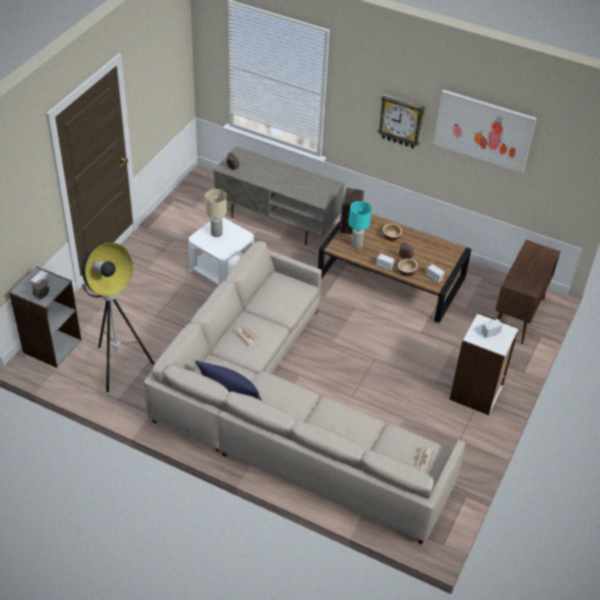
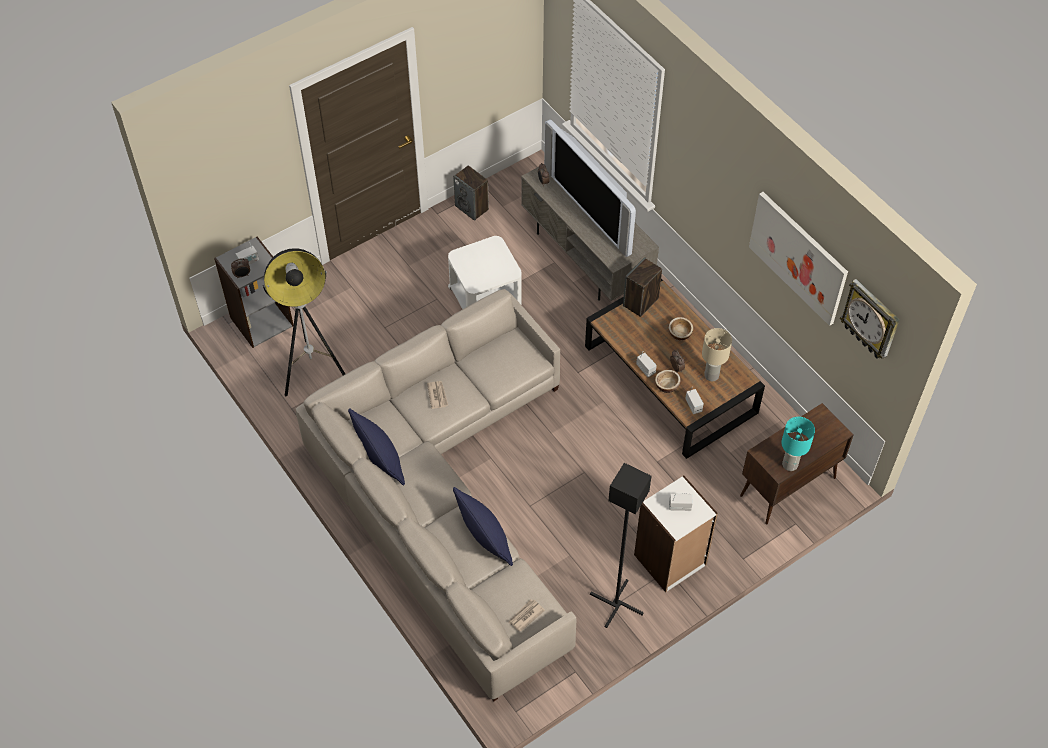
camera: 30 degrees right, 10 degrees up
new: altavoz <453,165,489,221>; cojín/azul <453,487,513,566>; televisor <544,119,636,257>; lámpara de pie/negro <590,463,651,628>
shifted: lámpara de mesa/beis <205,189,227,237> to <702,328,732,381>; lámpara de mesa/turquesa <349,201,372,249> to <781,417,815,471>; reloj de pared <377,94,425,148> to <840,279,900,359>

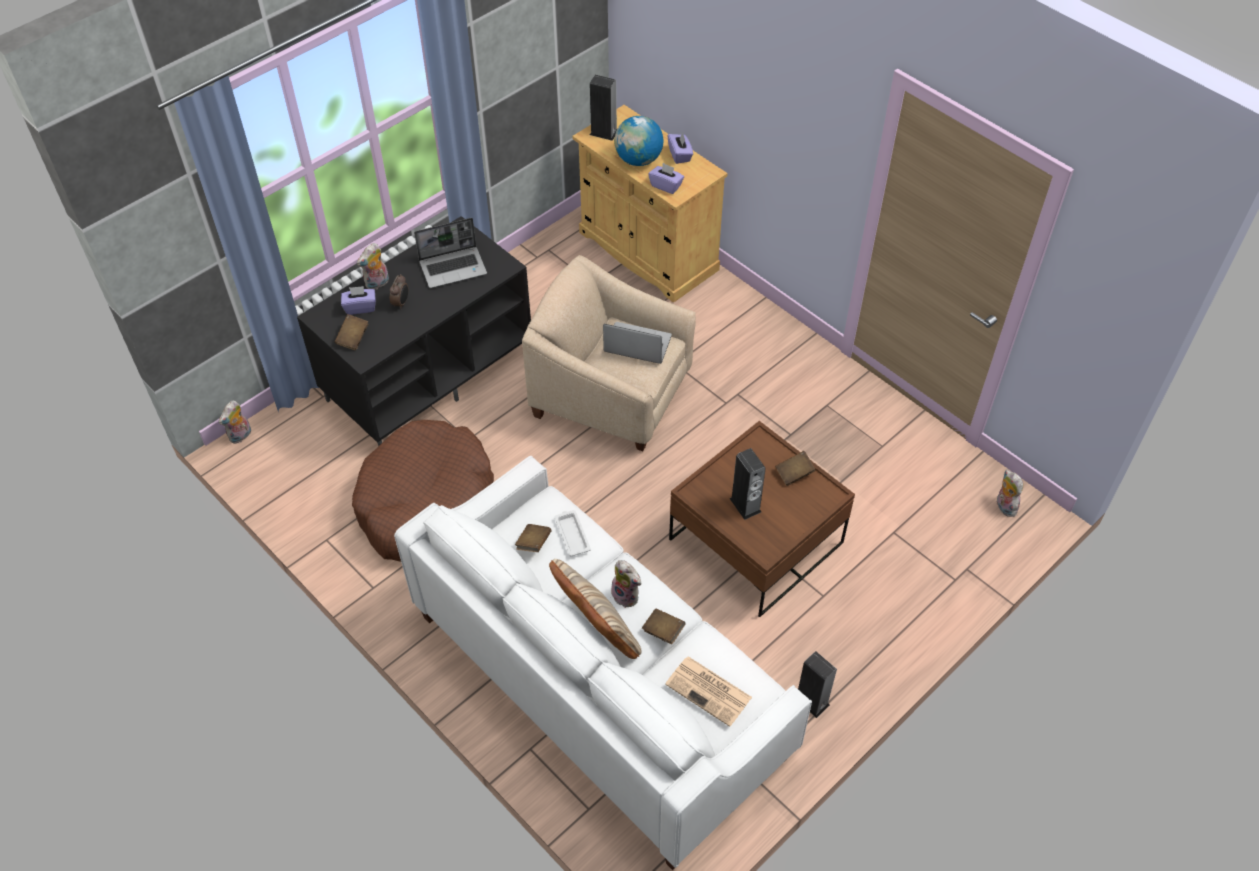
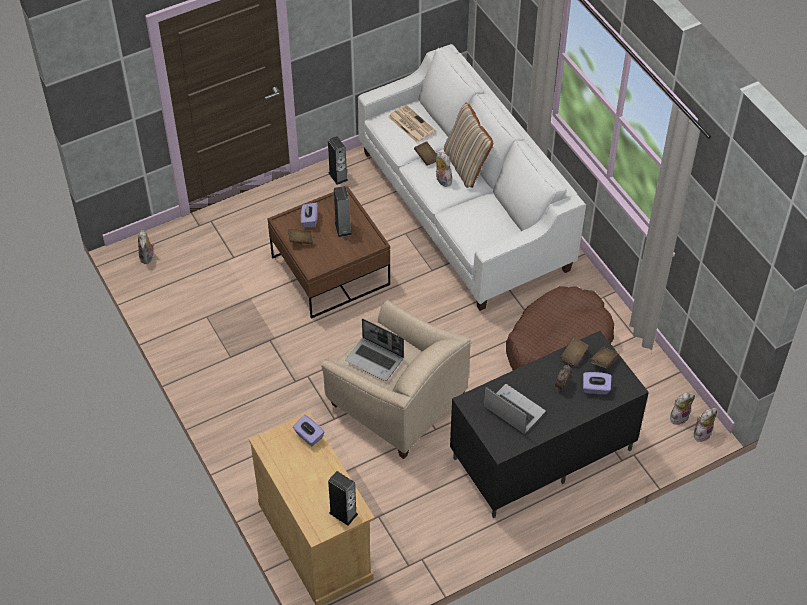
camera: 165 degrees left, 0 degrees up
gone: bandeja/blanco <555,510,591,556>; globo terráqueo <614,116,664,166>
shifted: peluche <357,243,389,290> to <670,393,695,425>; libro/marrón <515,524,551,552> to <560,337,589,367>; caja de pañuelos/morado <668,132,693,164> to <301,202,318,228>
rotated: portátil <414,218,487,288> = <484,384,546,434> 45 degrees clockwise

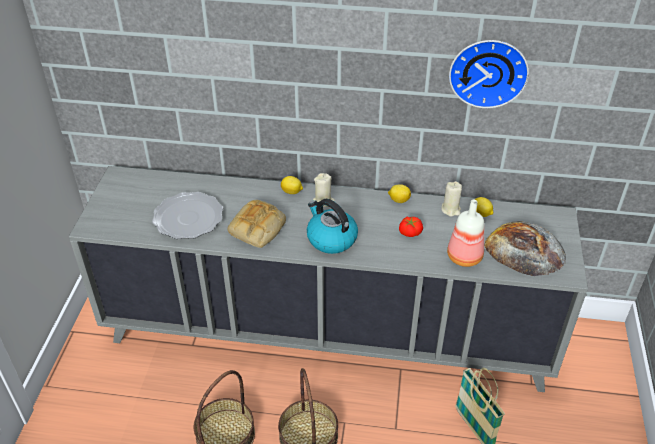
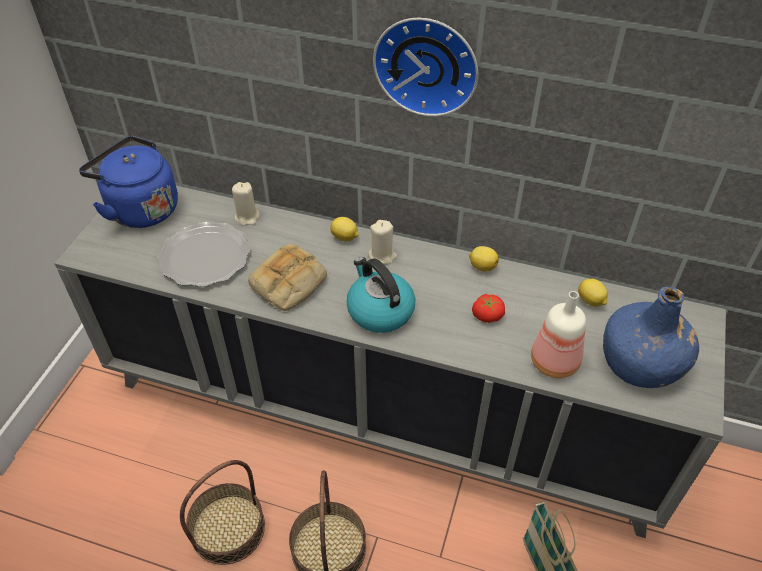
camera: 10 degrees right, 5 degrees up
new: hervidor/azul <79,136,178,228>
shifted: vela/beis <441,181,462,217> to <232,182,260,226>; reloj de pared <449,40,529,108> to <373,18,478,117>
swapped: pan <484,221,566,276> to botella/azul <603,287,699,388>

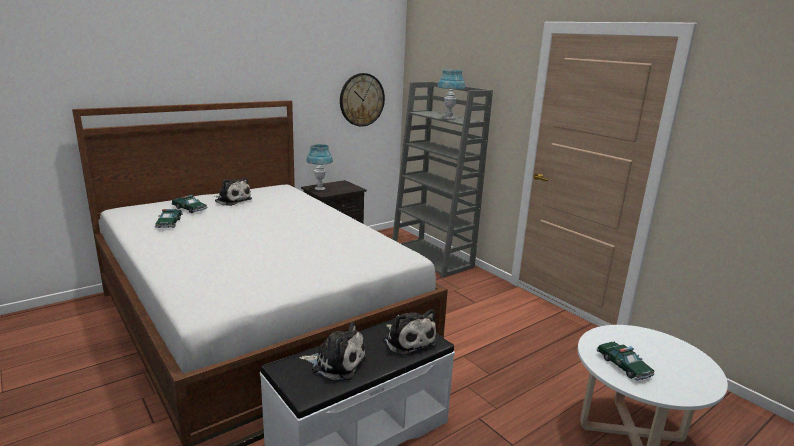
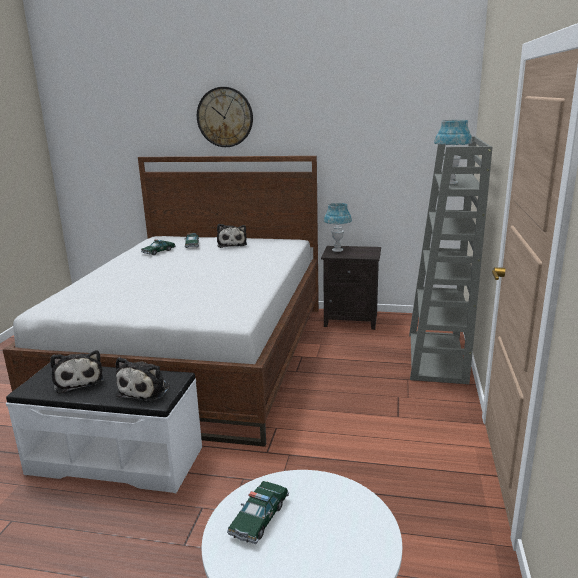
camera: 50 degrees right, 0 degrees up
shifted: reloj de pared <340,73,385,127> to <197,87,253,147>

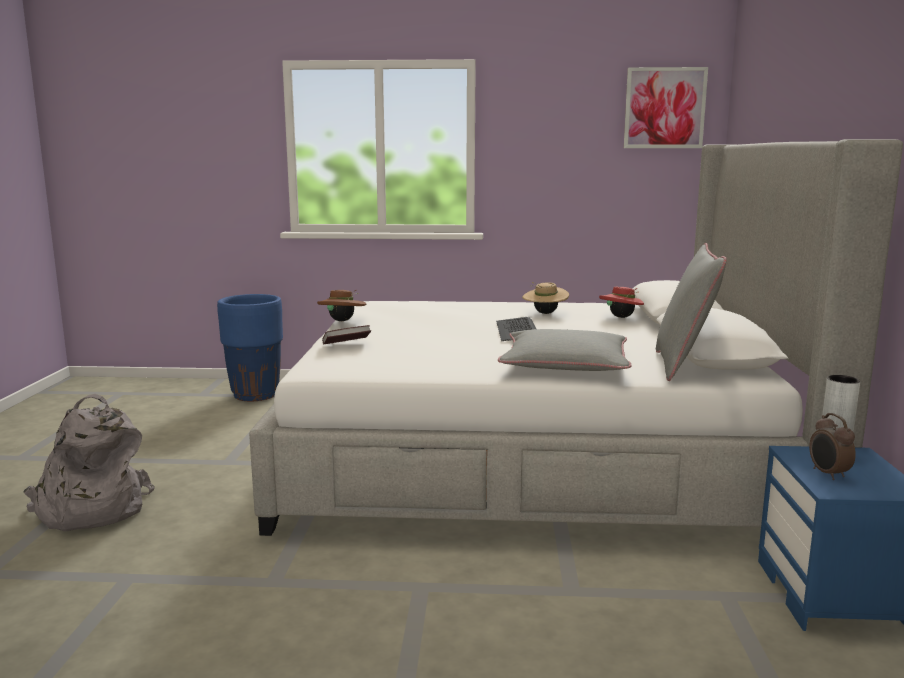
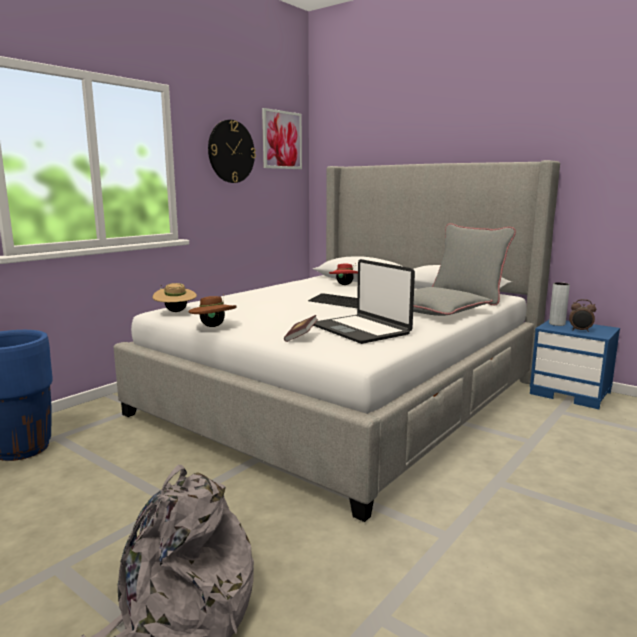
camera: 55 degrees left, 0 degrees up
new: reloj de pared <208,120,256,183>; portátil <313,259,415,344>
shifted: sombrero/beis <522,282,569,314> to <153,283,197,312>

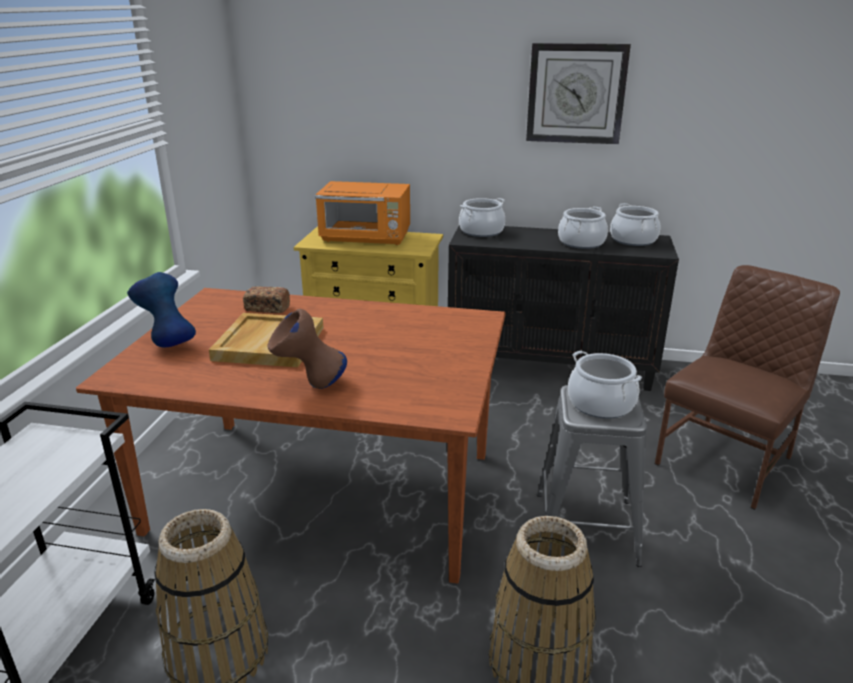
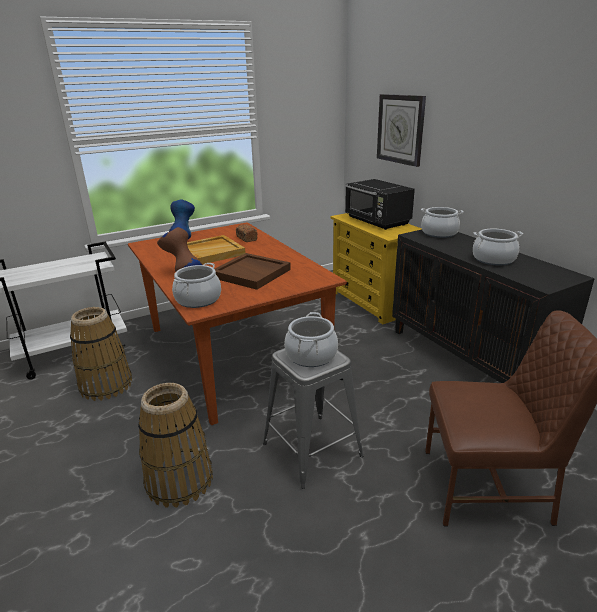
camera: 50 degrees right, 0 degrees up
new: bandeja/marrón <215,253,291,290>
shifted: reloj de pared <526,43,631,144> to <377,94,426,167>; olla <610,203,660,246> to <172,263,221,308>
repainted: microondas/naranja <315,181,410,245> to microondas/negro <345,179,415,230>

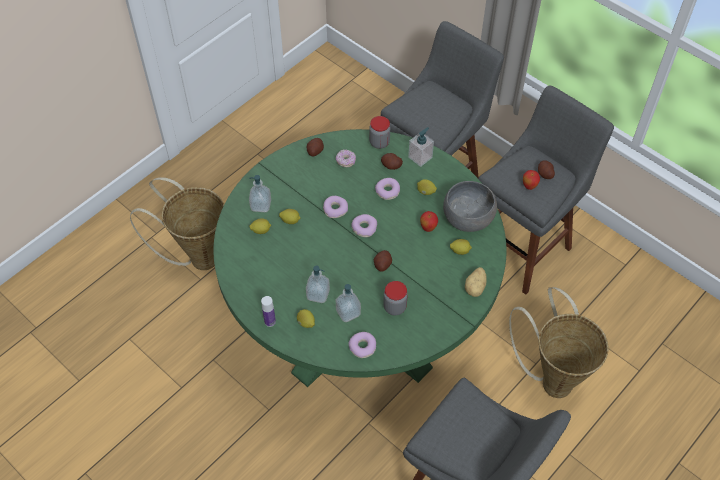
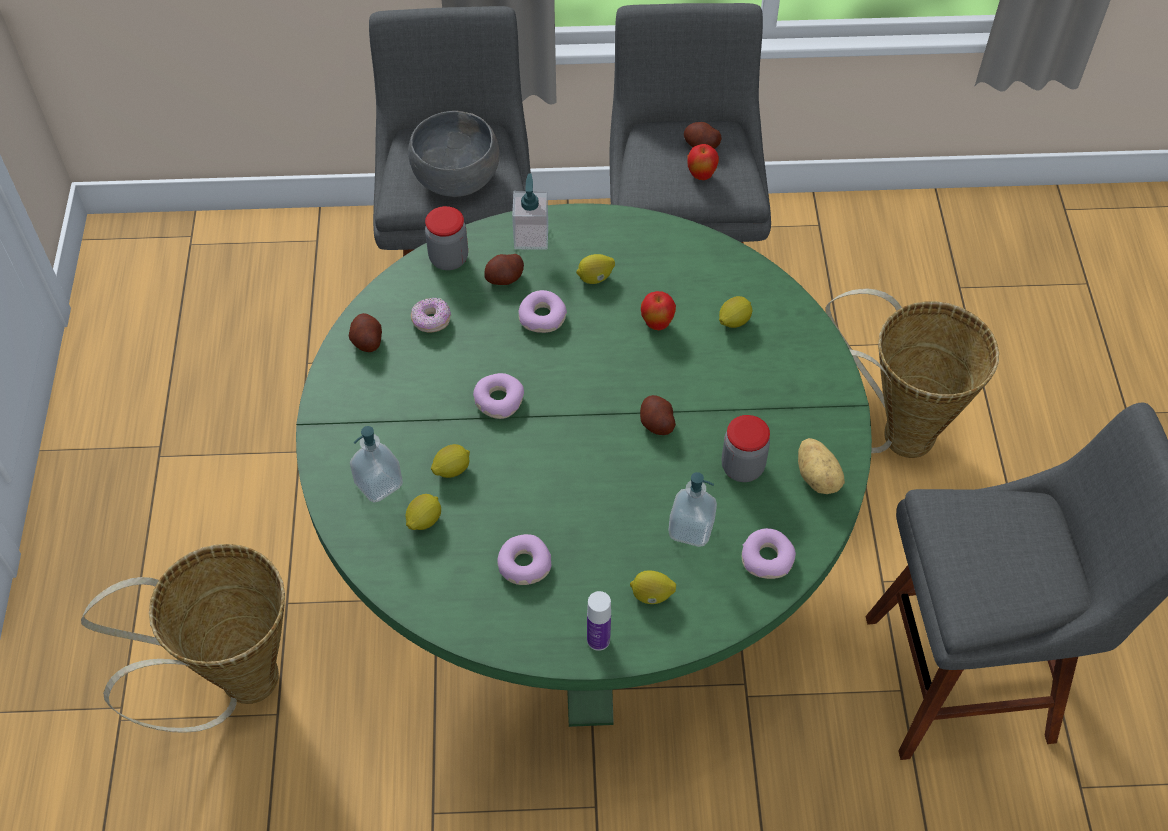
camera: 45 degrees left, 0 degrees up
gone: dispensador de jabón <306,266,330,303>
shifted: rosquilla <351,214,377,237> to <497,534,552,585>; cuenco/gris <443,181,497,232> to <408,111,499,197>; patata <465,267,487,297> to <798,438,845,494>

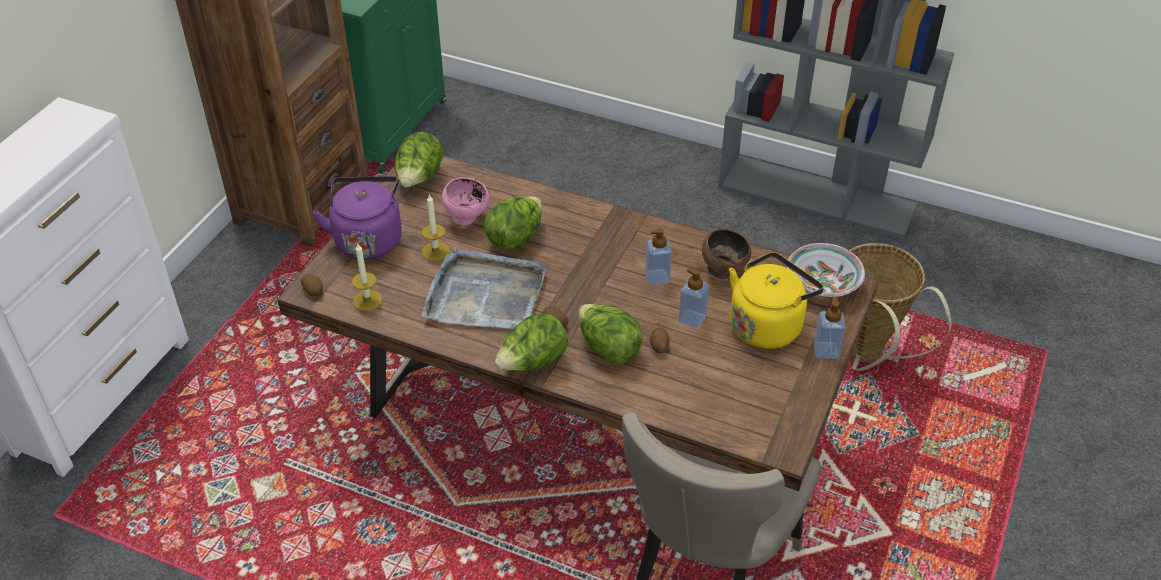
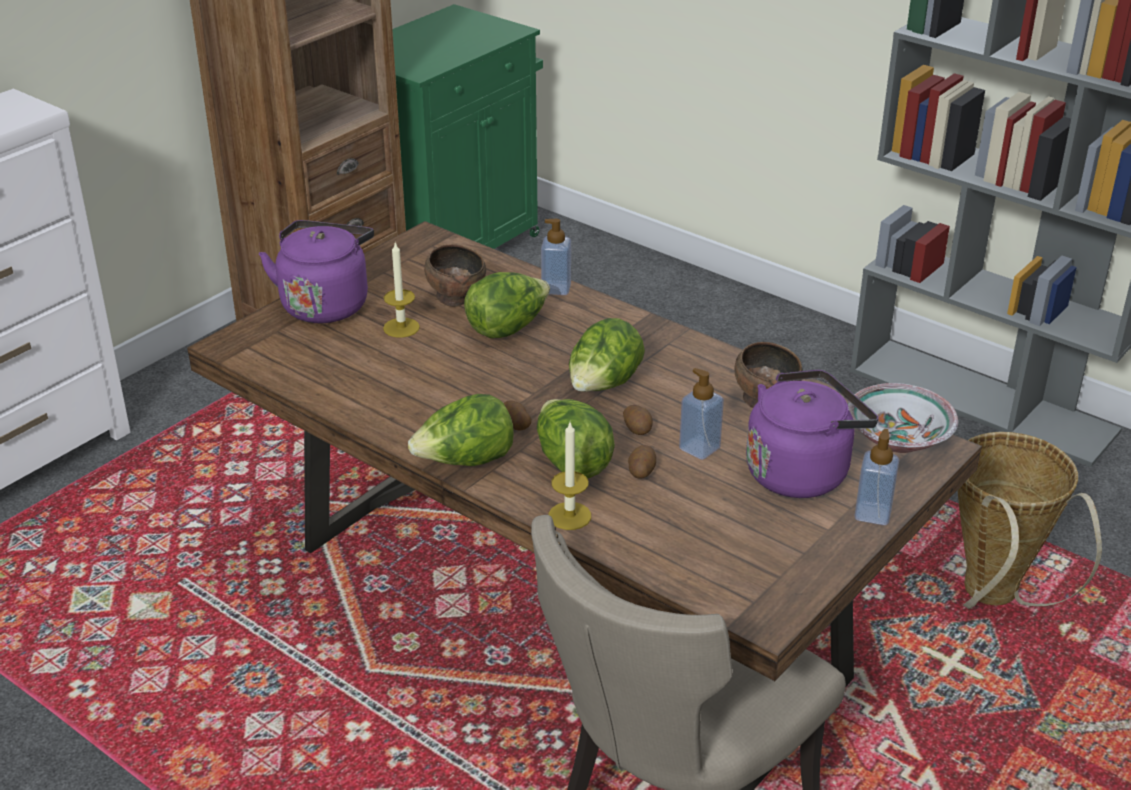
camera: 15 degrees right, 10 degrees down
gone: bandeja/gris <422,249,546,329>
shifted: patata <301,274,323,296> to <623,405,653,435>; vela <351,244,382,311> to <549,422,591,530>; lechuga <394,132,444,187> to <569,318,645,392>; dispensador de jabón <645,228,672,285> to <541,219,571,295>
repainted: cuenco/rosa <442,177,489,225> to cuenco/marrón <424,244,486,307>; hervidor/amarillo <729,252,824,349> to hervidor/morado <746,370,878,498>

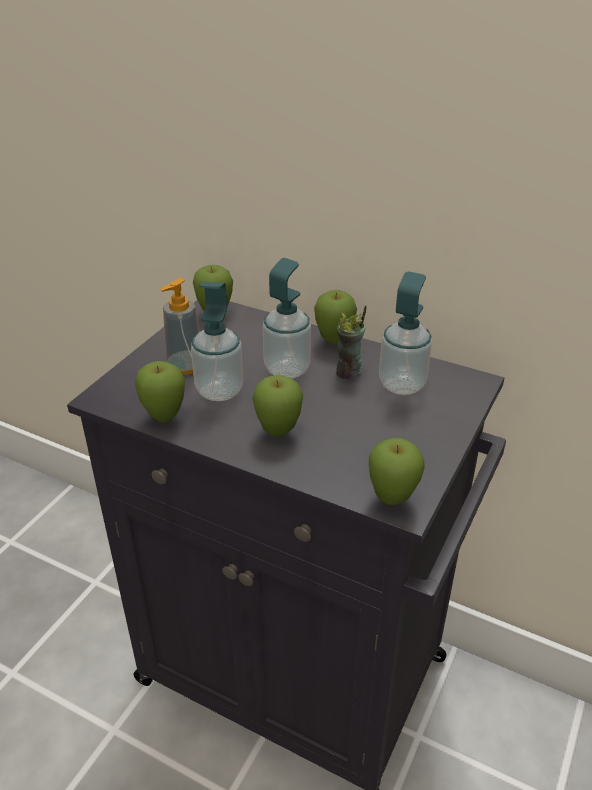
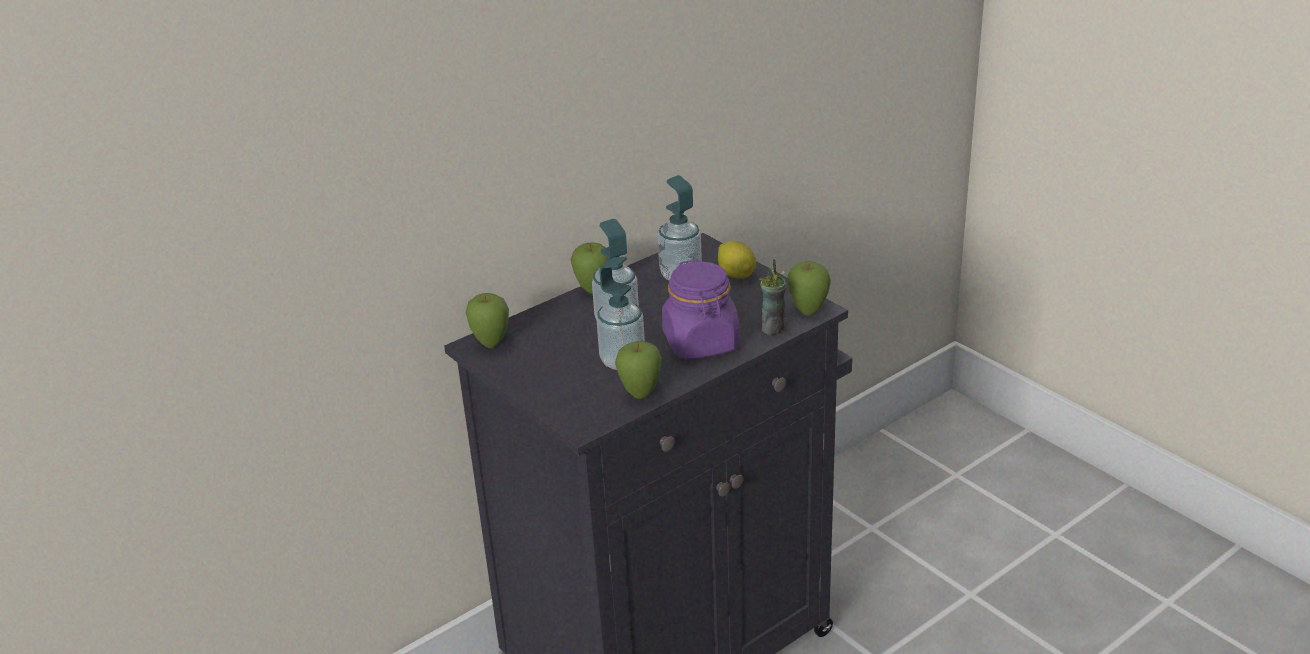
camera: 65 degrees left, 5 degrees down
gone: dispensador de jabón <161,278,199,375>
new: limón <718,241,756,279>
shifted: taza <336,305,367,380> to <759,259,787,335>
swapped: manzana <253,375,303,437> to tarro/morado <662,259,740,359>

